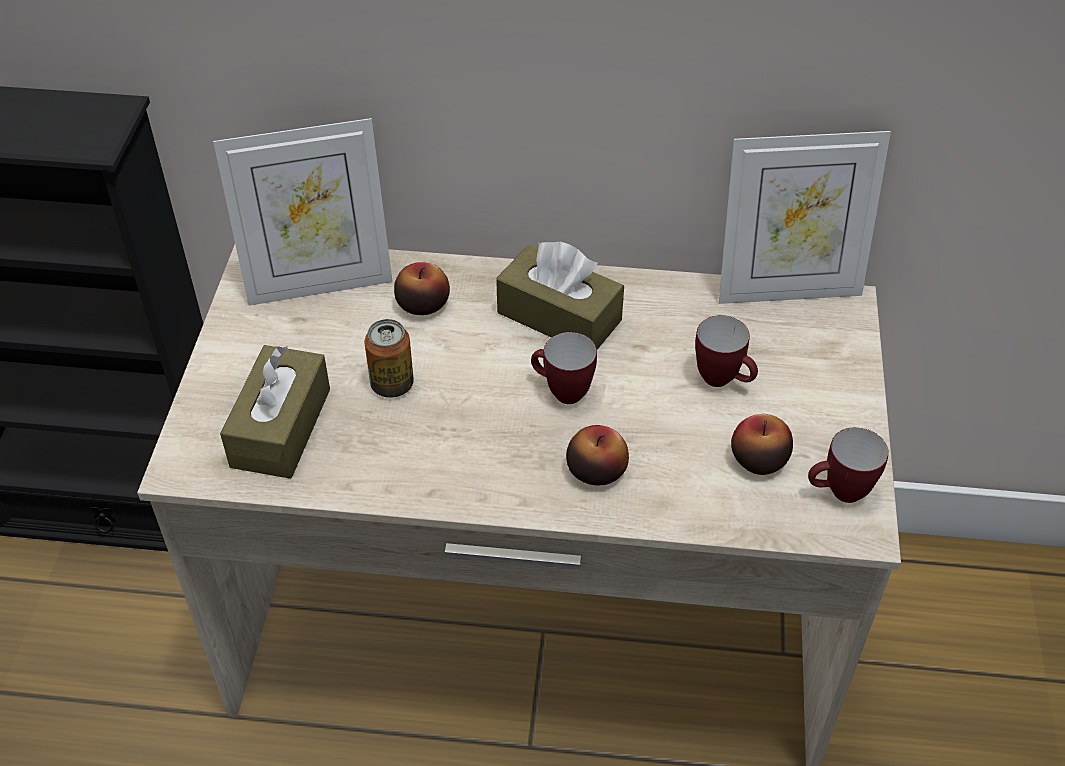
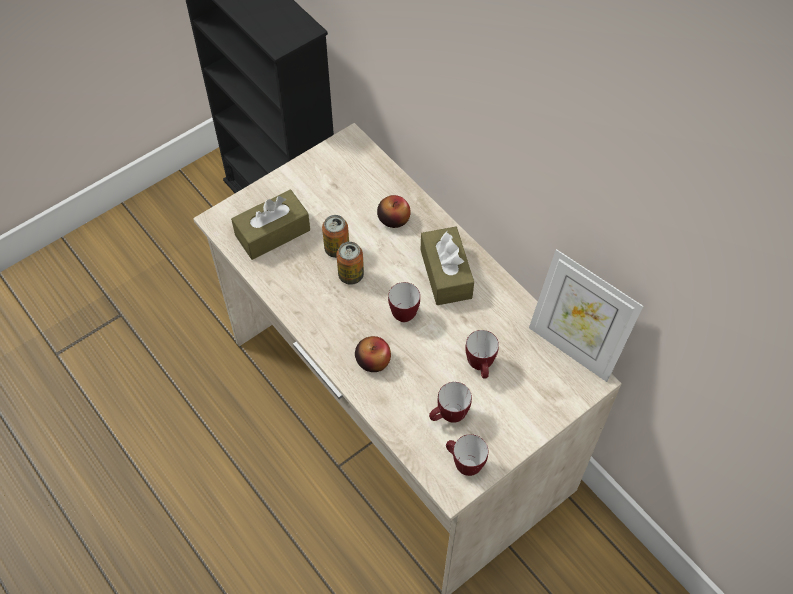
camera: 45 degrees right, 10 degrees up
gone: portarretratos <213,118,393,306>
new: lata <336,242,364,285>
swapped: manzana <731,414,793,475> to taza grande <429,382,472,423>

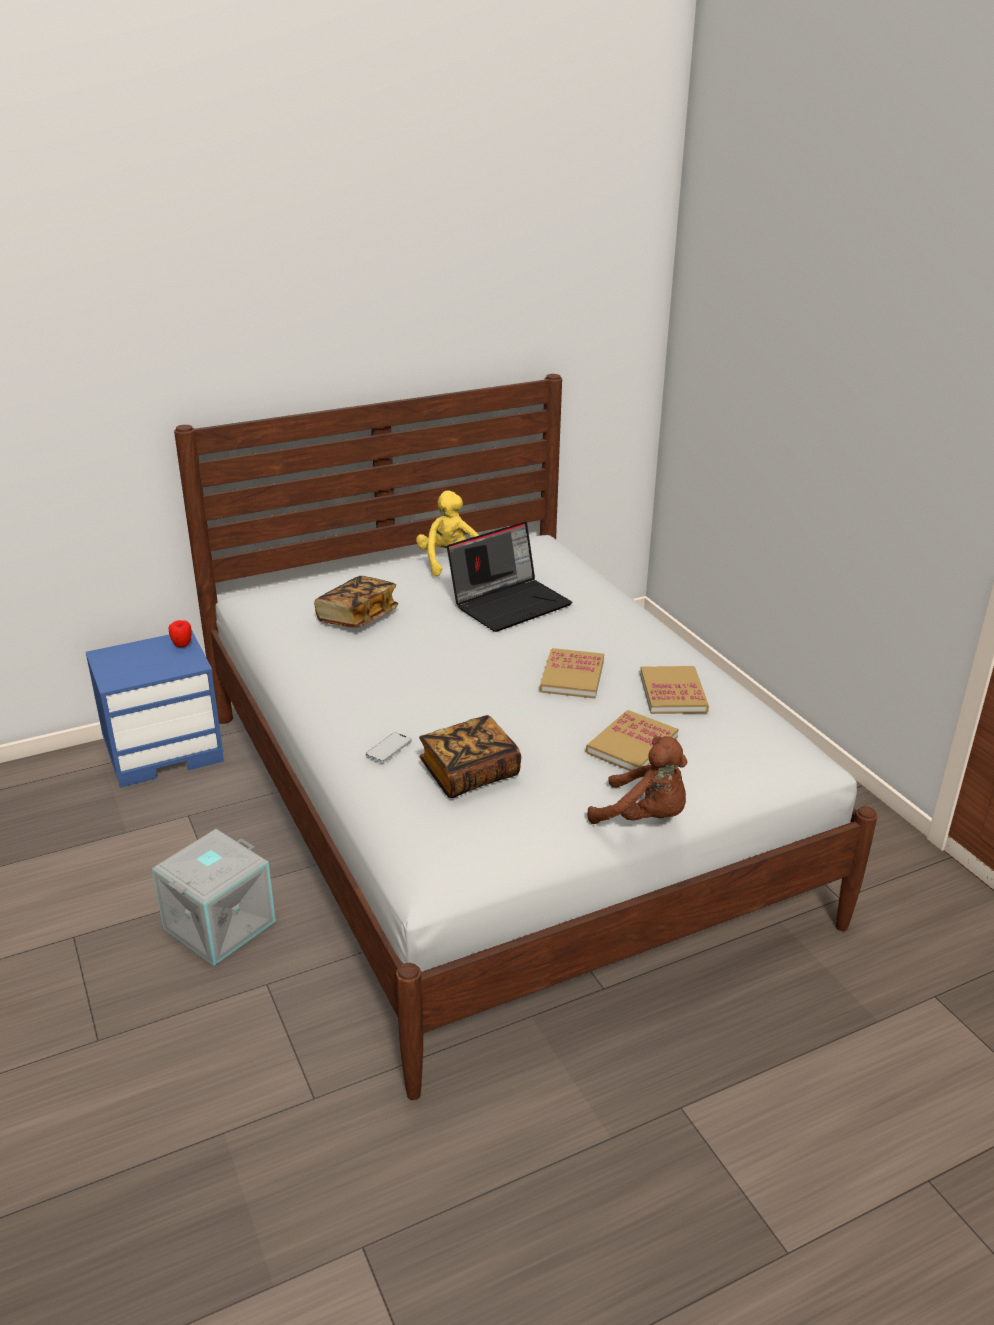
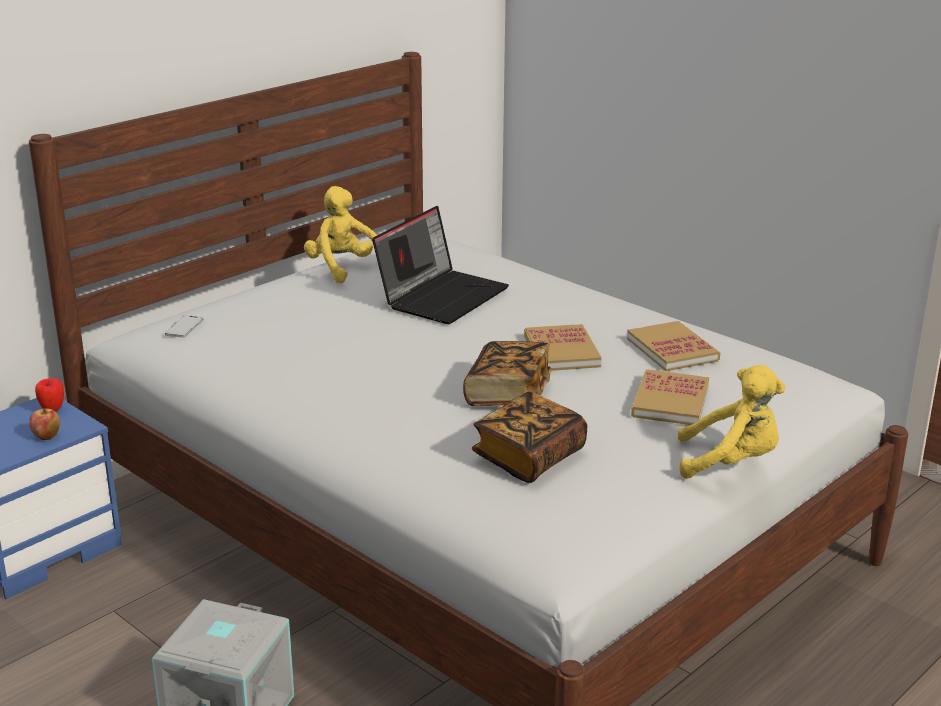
camera: 20 degrees left, 5 degrees down
new: manzana <29,408,60,440>
shifted: libro <314,576,398,628> to <463,341,552,406>; móvil <366,732,412,763> to <165,315,203,338>
repainted: peluche/marrón <587,736,687,824> to peluche/amarillo <678,365,785,479>

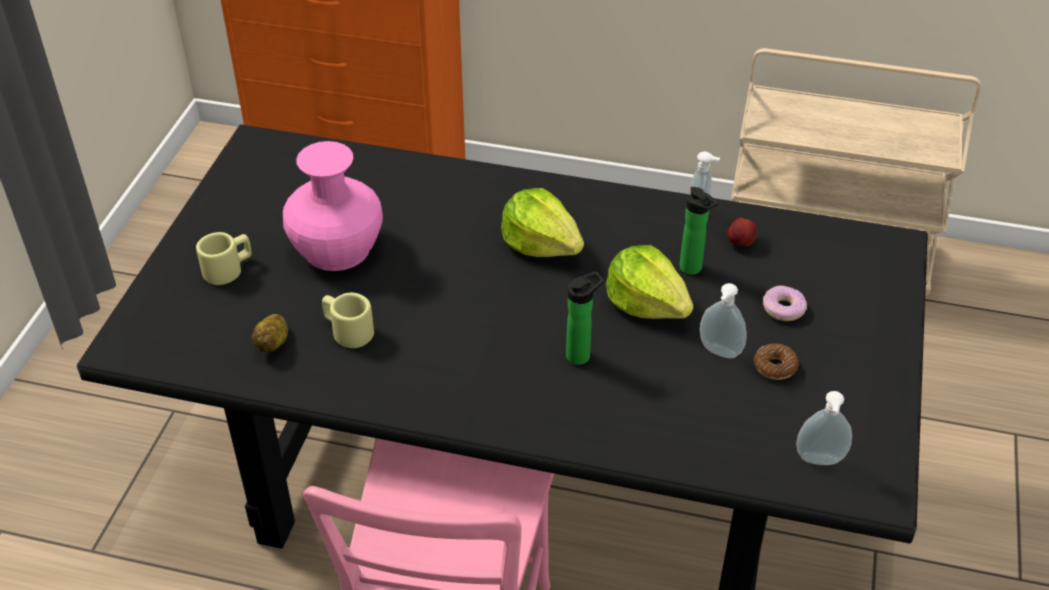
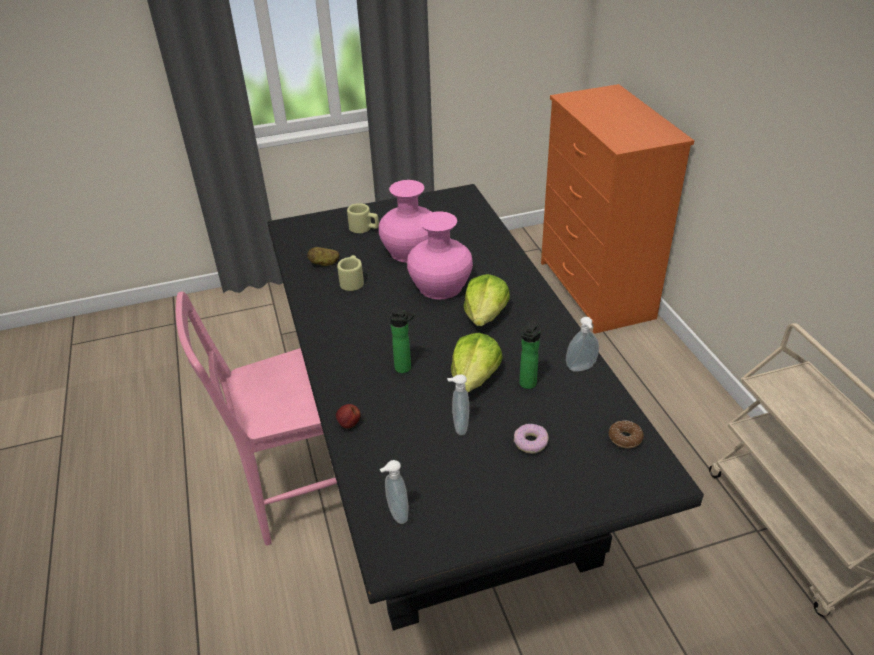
camera: 60 degrees right, 5 degrees down
new: florero/rosa <407,211,473,299>
shifted: manzana <728,218,757,247> to <336,404,361,429>; rosquilla <754,343,799,380> to <609,421,644,448>

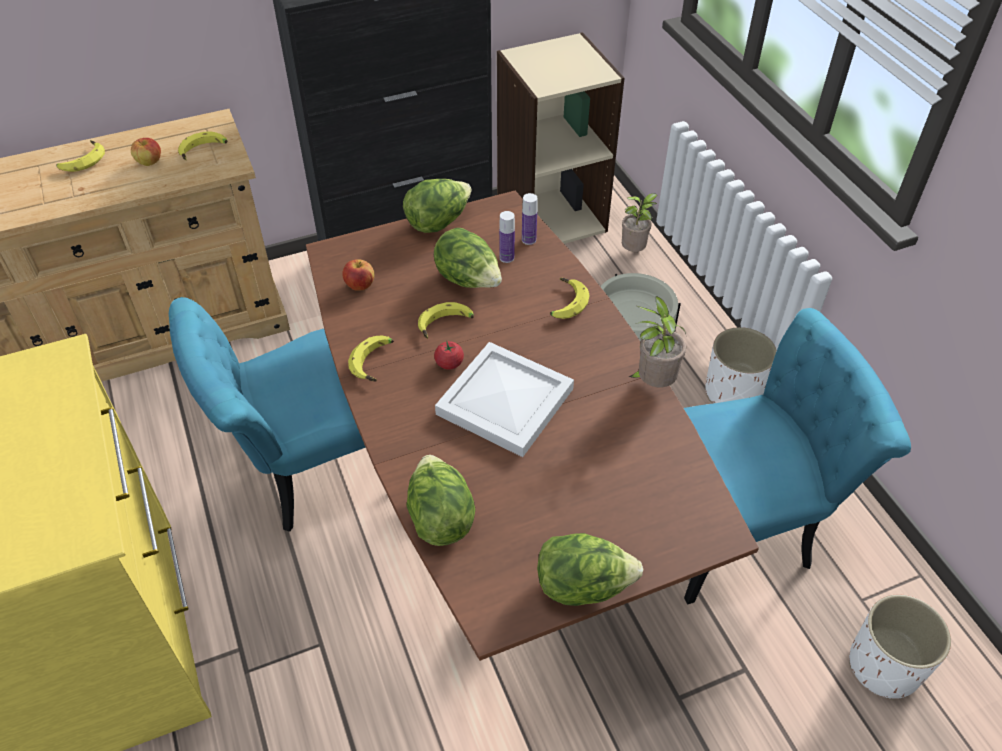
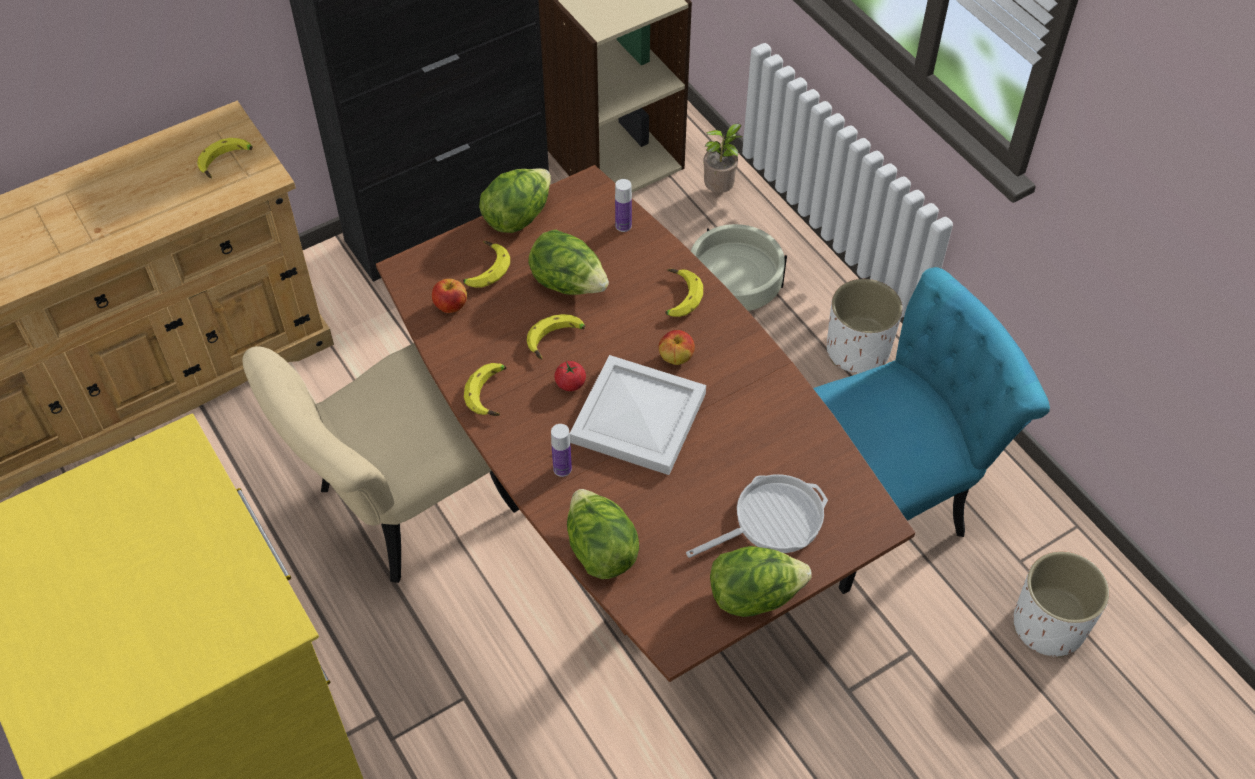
camera: 10 degrees left, 5 degrees up
gone: planta en maceta <629,296,686,387>
new: sartén <686,474,828,558>
shifted: plátano <56,140,105,172> to <463,241,510,288>; manzana <131,138,161,166> to <659,330,695,365>; botella <499,211,515,263> to <551,424,572,477>
repainted: silla/turquesa <169,297,366,532> to silla/beis <242,343,520,583>

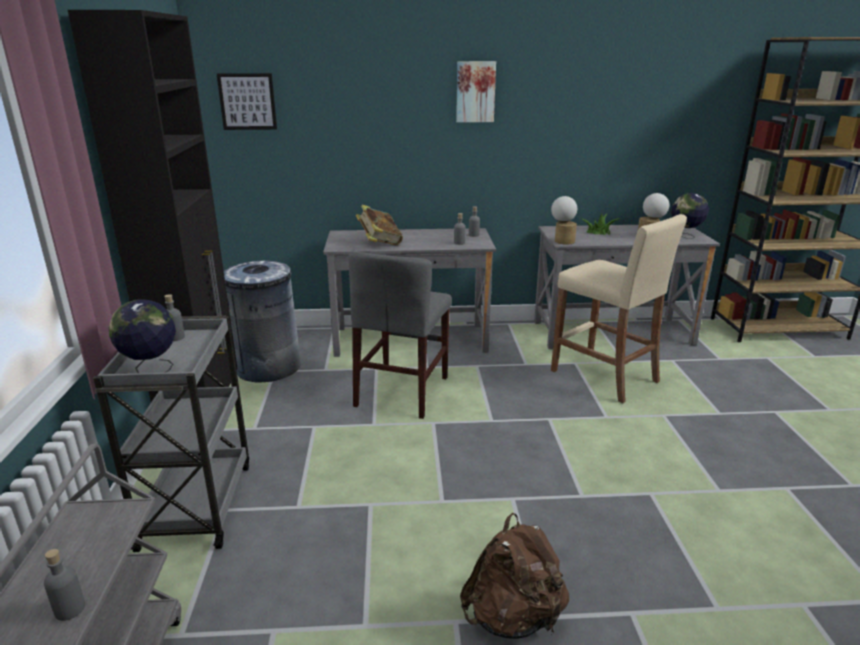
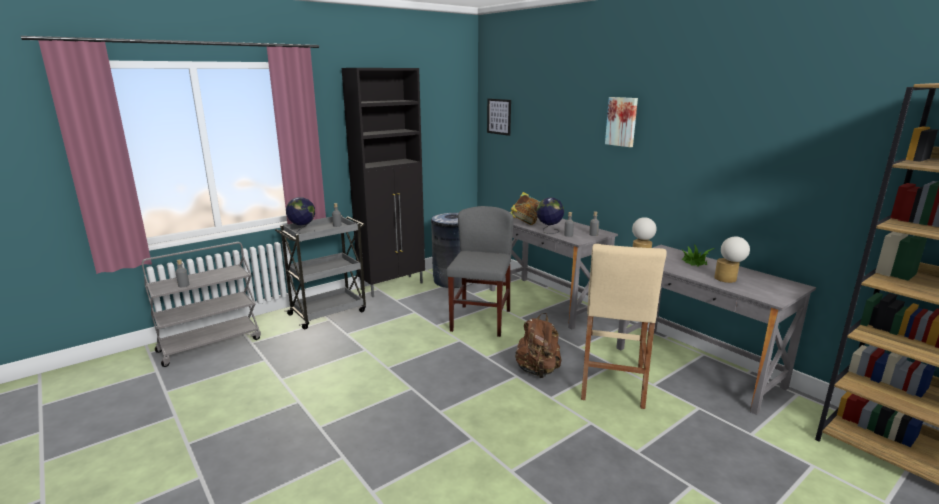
camera: 55 degrees right, 5 degrees down
shifted: mochila/marrón <460,513,569,639> to <515,313,562,378>; globo terráqueo <671,193,709,239> to <536,197,564,234>
rotated: silla/gris <348,251,452,419> = <446,206,513,337> 120 degrees clockwise

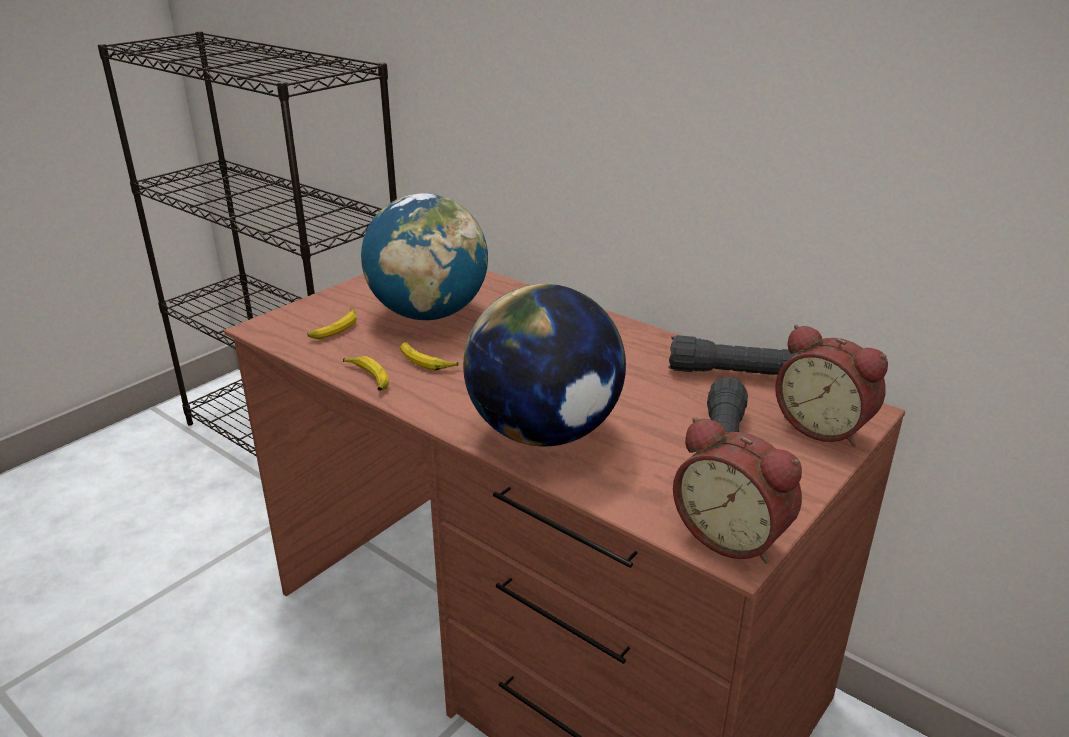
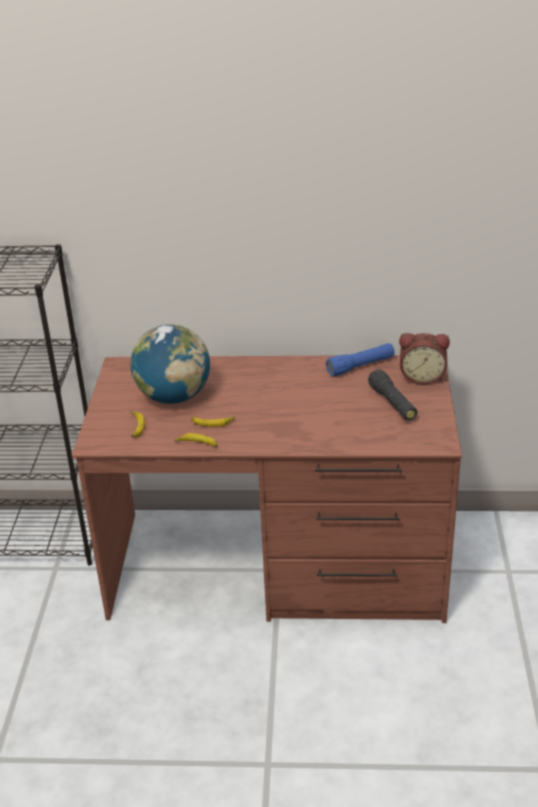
camera: 35 degrees left, 5 degrees up
gone: globo terráqueo <463,284,626,446>; despertador <673,417,802,564>
repainted: linterna/negro <669,335,800,375> to linterna/azul <326,343,395,376>

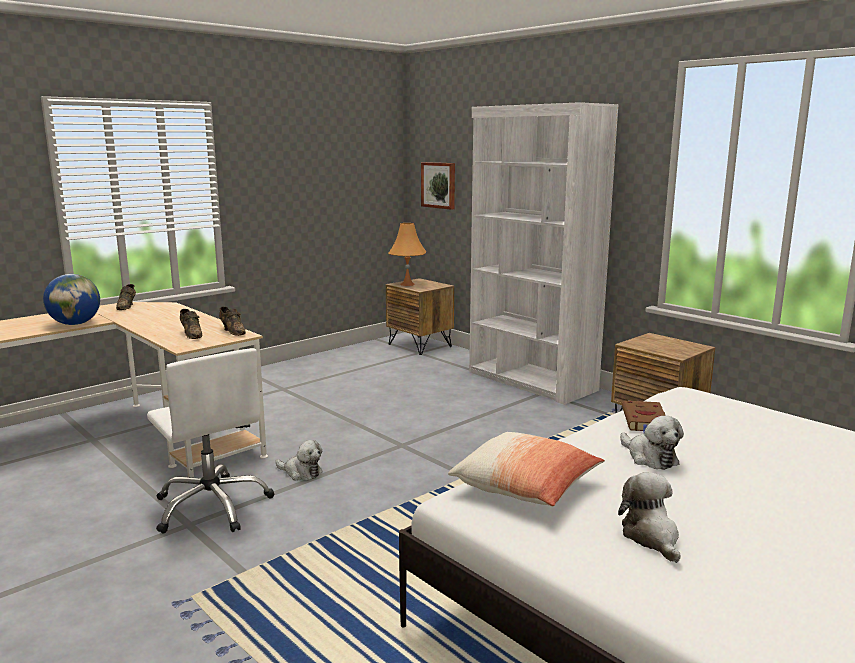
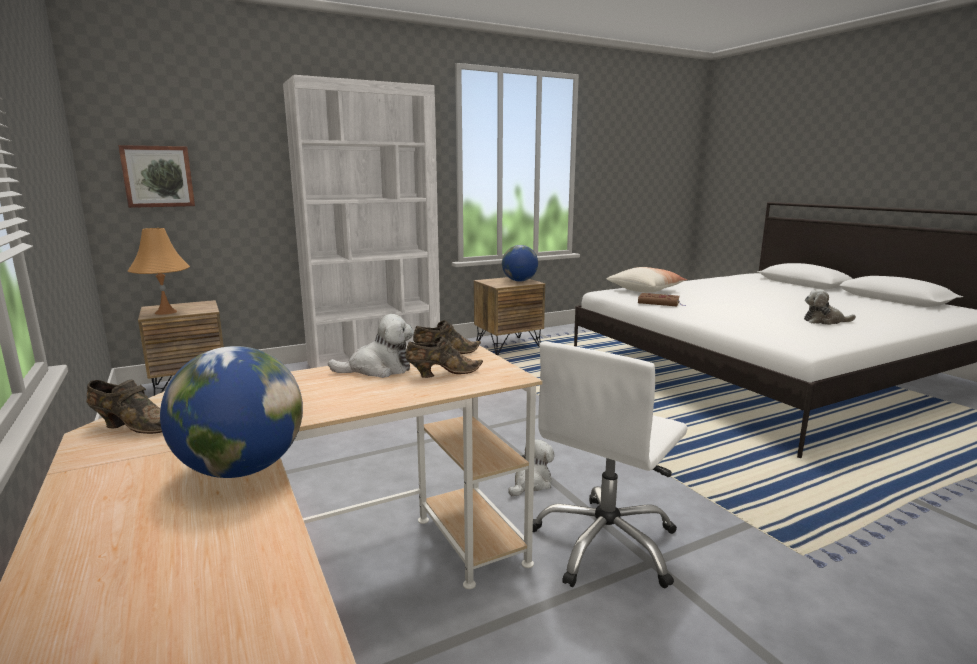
camera: 75 degrees left, 0 degrees up
new: globo terráqueo <502,245,538,282>
shifted: cojín <448,432,605,506> to <607,267,687,293>; peluche <620,416,684,470> to <328,314,414,378>
rotated: silla de oficina/blanco <147,348,274,534> = <533,342,688,588> 150 degrees clockwise

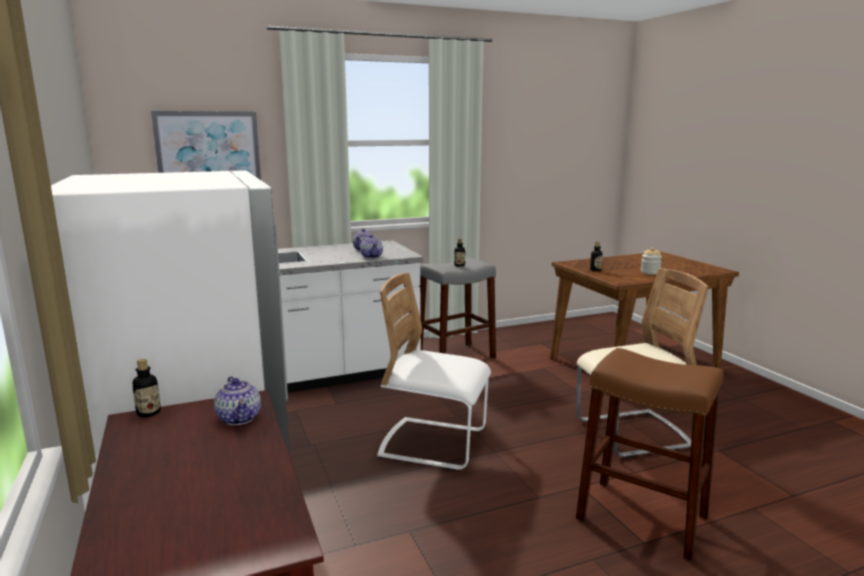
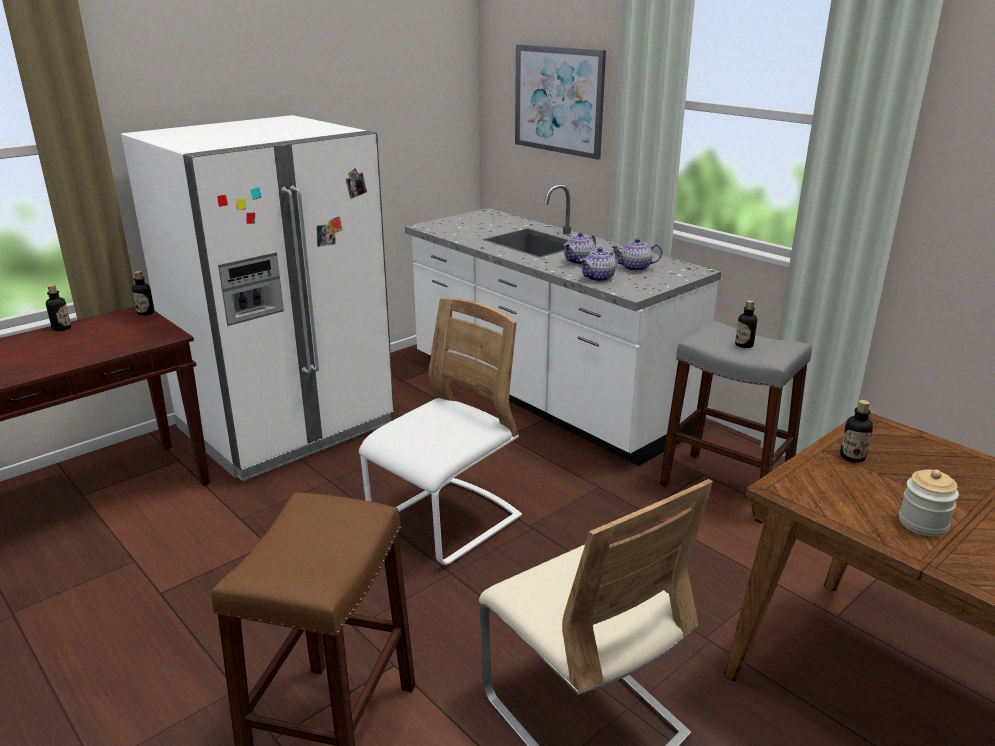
camera: 70 degrees right, 10 degrees up
new: botella <46,284,71,331>
shifted: tetera <214,377,261,425> to <564,232,596,265>
rotated: silla/blanco <377,273,491,470> = <359,298,522,565> 45 degrees clockwise

